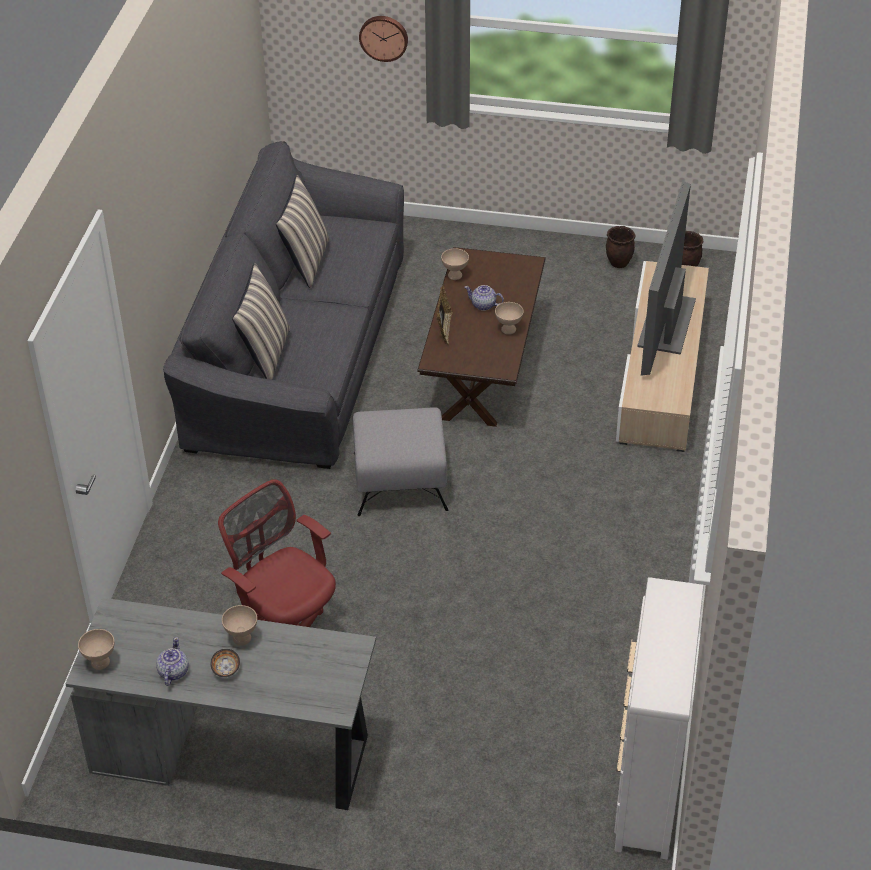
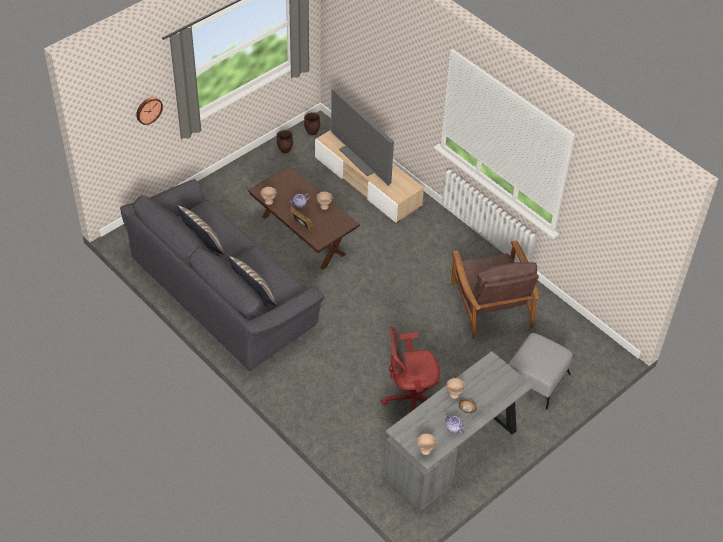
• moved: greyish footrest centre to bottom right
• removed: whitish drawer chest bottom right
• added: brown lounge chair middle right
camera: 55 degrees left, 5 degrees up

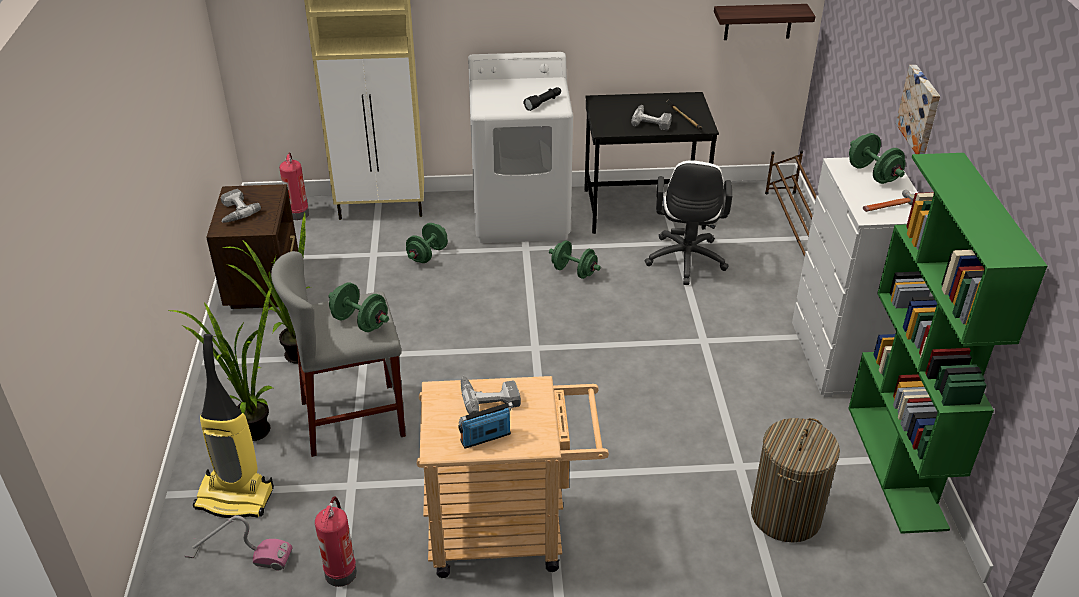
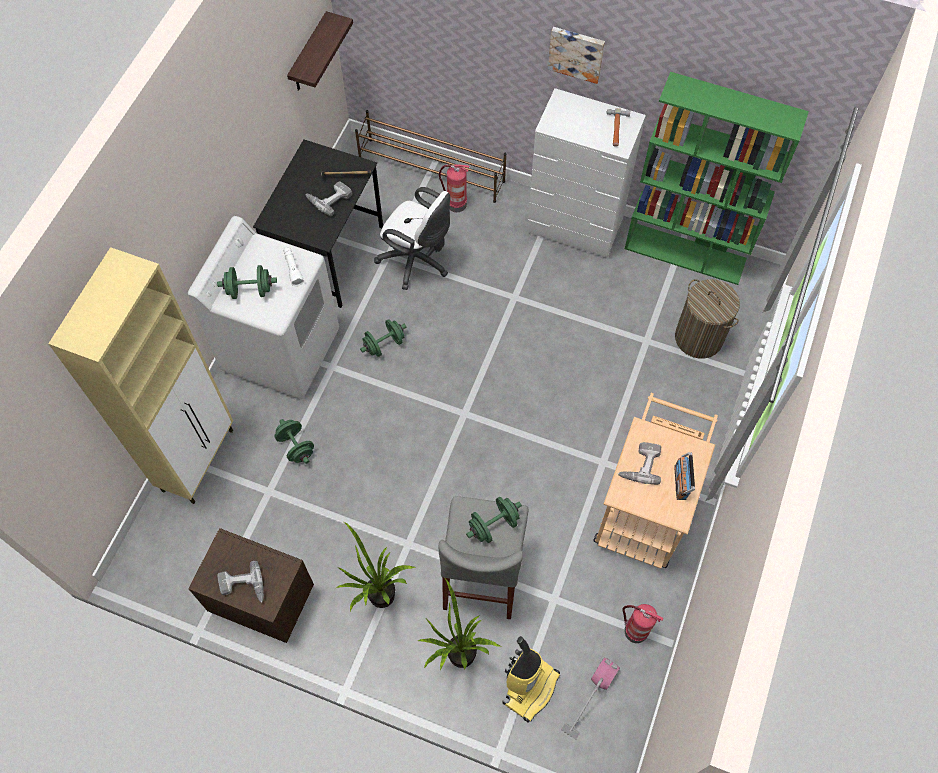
• moved: fire extinguisher (1st from left) top left to top centre
• recoloured: blackish hand torch top centre to whitish hand torch middle left
• moved: green-coloured free weight (4th from left in the first image) top right to green-coloured free weight (1st from left) middle left
camera: 65 degrees left, 25 degrees up

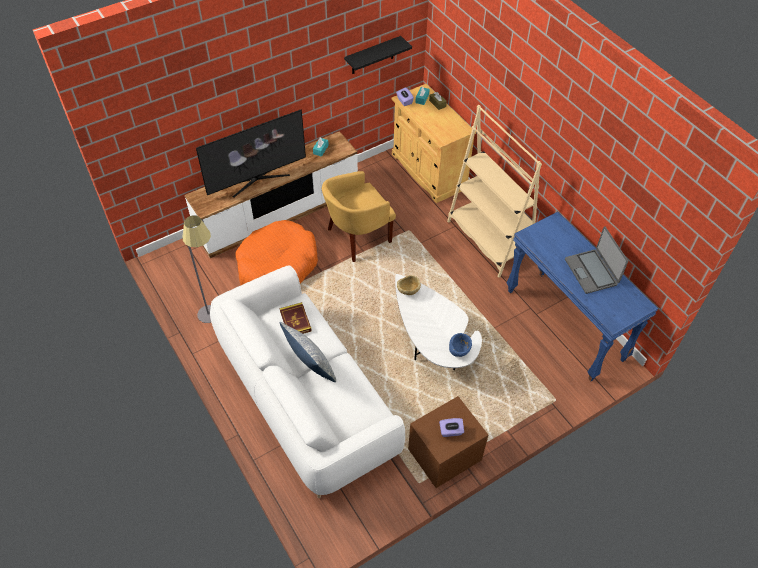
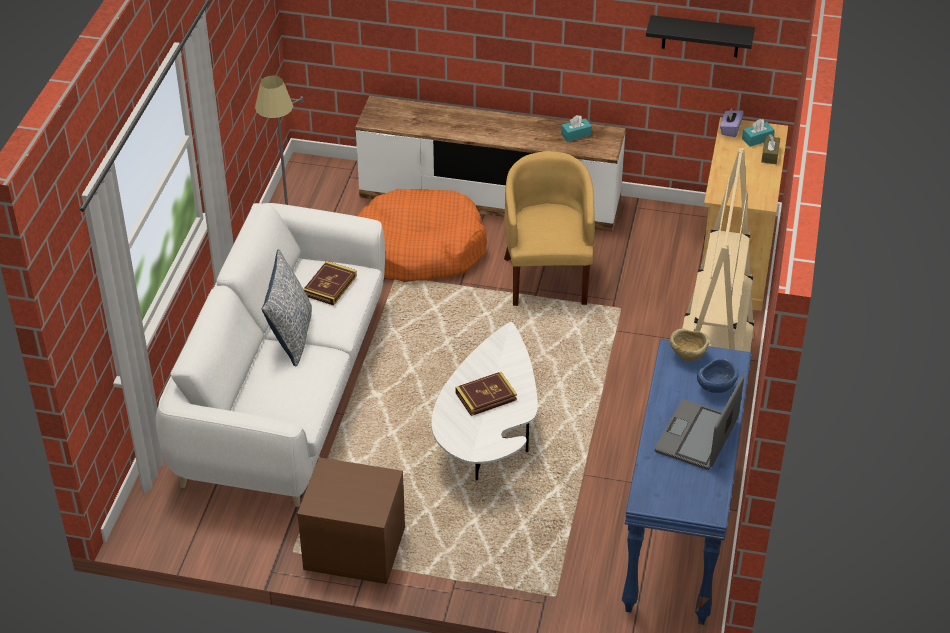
• removed: television top left
• turned: yellow-coloured lounge chair centre = centre 75 degrees clockwise
• moved: sand-coloured bowl centre to middle right
• removed: purple tissue holder (2nd from left) bottom centre
• moved: blue bowl centre to middle right
• added: bound book (2nd from left) centre
camera: 45 degrees right, 10 degrees down

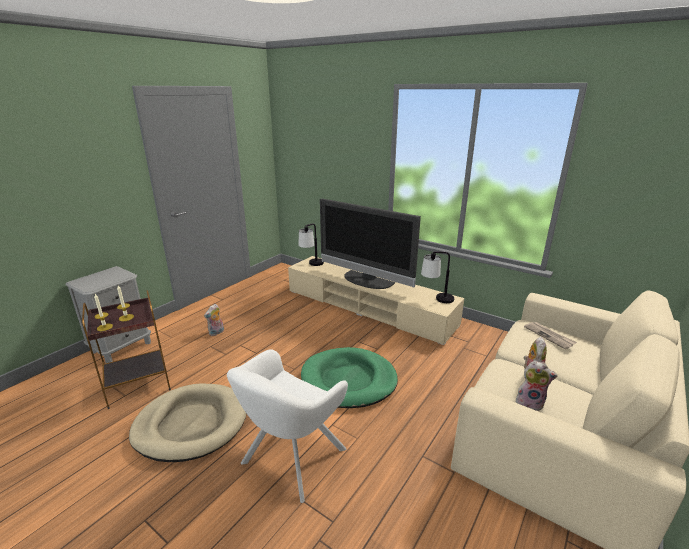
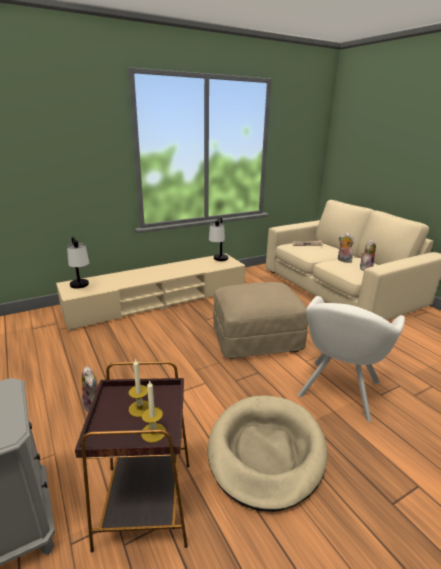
• turned: whitish lounge chair bottom centre = middle right 60 degrees clockwise
• replaced: green-coloured dog cushion bottom centre to sand-coloured footrest centre
• removed: television centre
camera: 65 degrees left, 0 degrees up

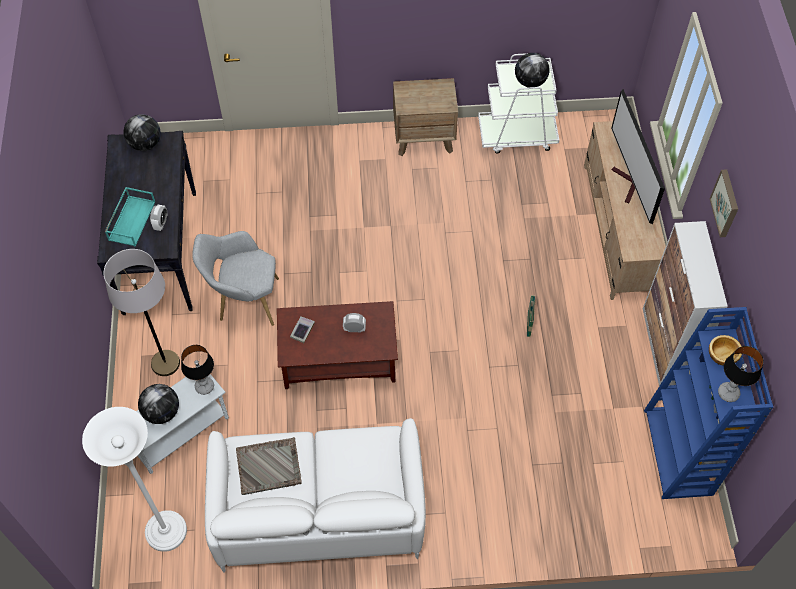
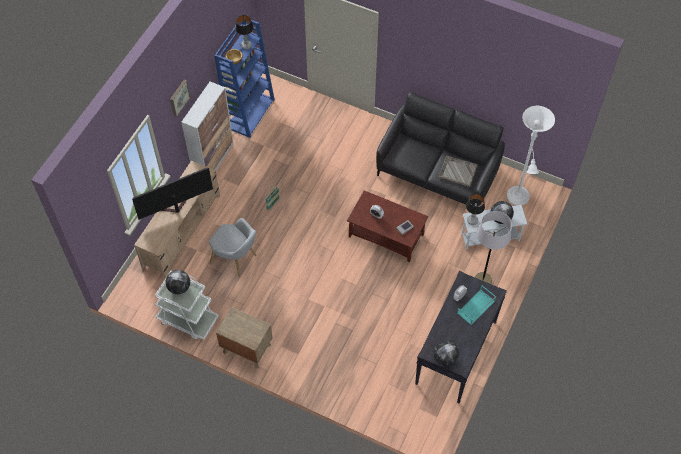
• moved: greyish lounge chair middle left to centre
• recoloured: whitish settee bottom centre to blackish settee top centre
• turned: television top right = middle left 135 degrees counterclockwise
camera: 150 degrees left, 0 degrees up

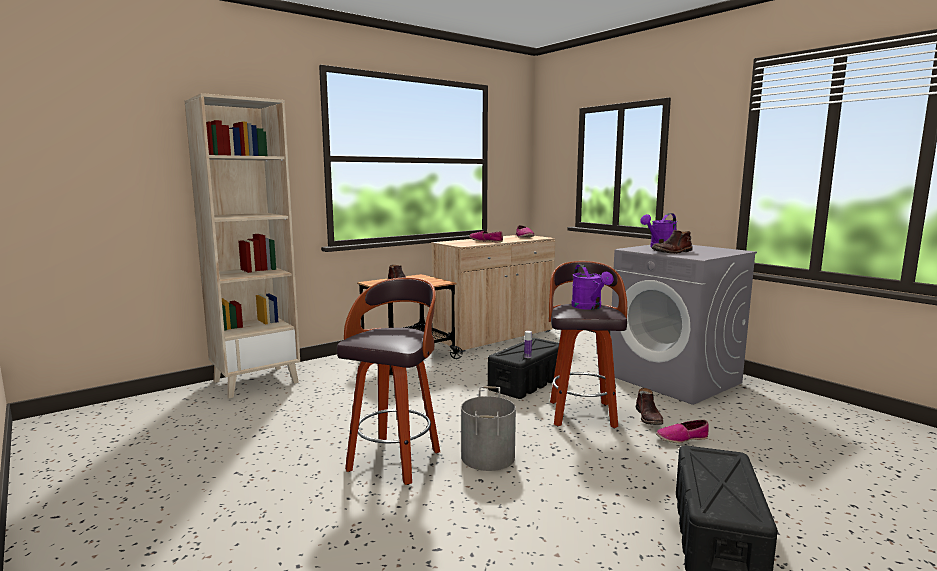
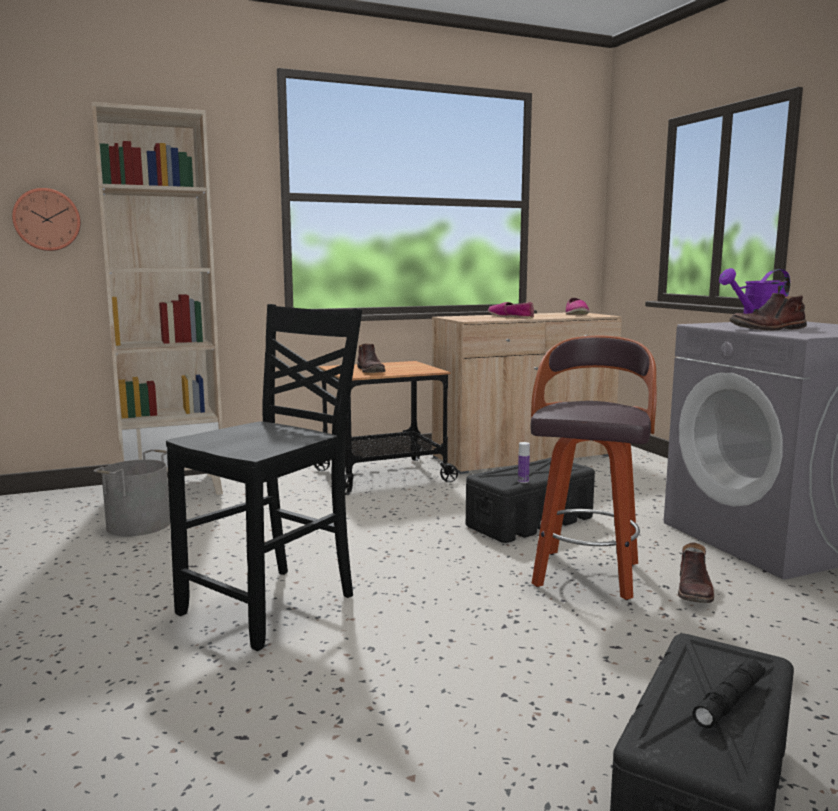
• replaced: stool (1st from left) bottom centre to blackish chair middle left
• moved: greyish bucket bottom centre to middle left
• removed: purple watering pot (1st from left) centre
• removed: shoe (3rd from left) bottom right
• added: wall clock top left
• added: blackish hand torch bottom right
camera: 15 degrees right, 0 degrees up

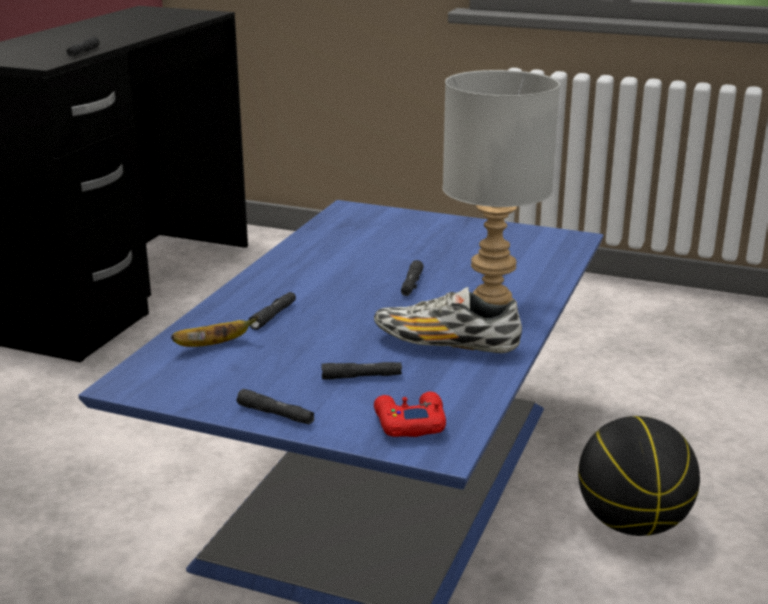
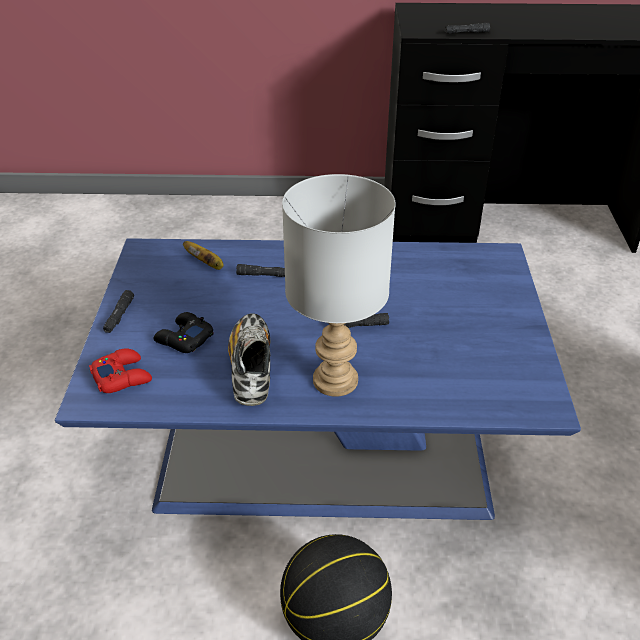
• replaced: blackish hand torch (4th from left) centre to blackish gamepad middle left
camera: 70 degrees right, 15 degrees up

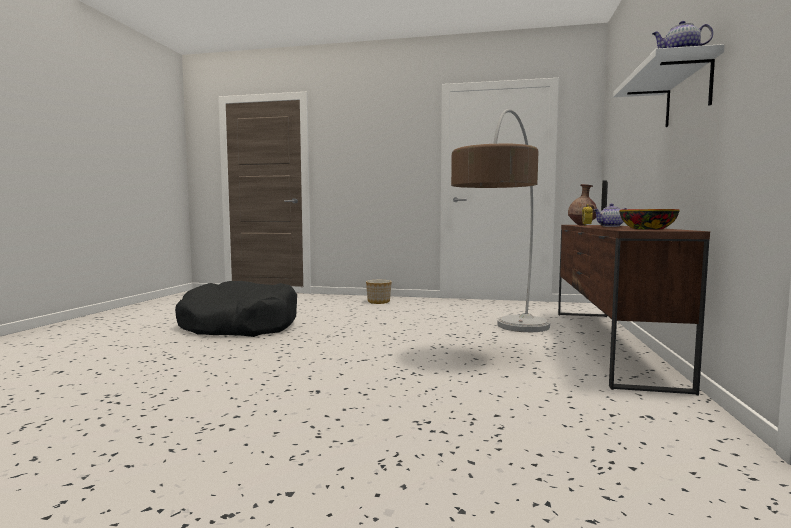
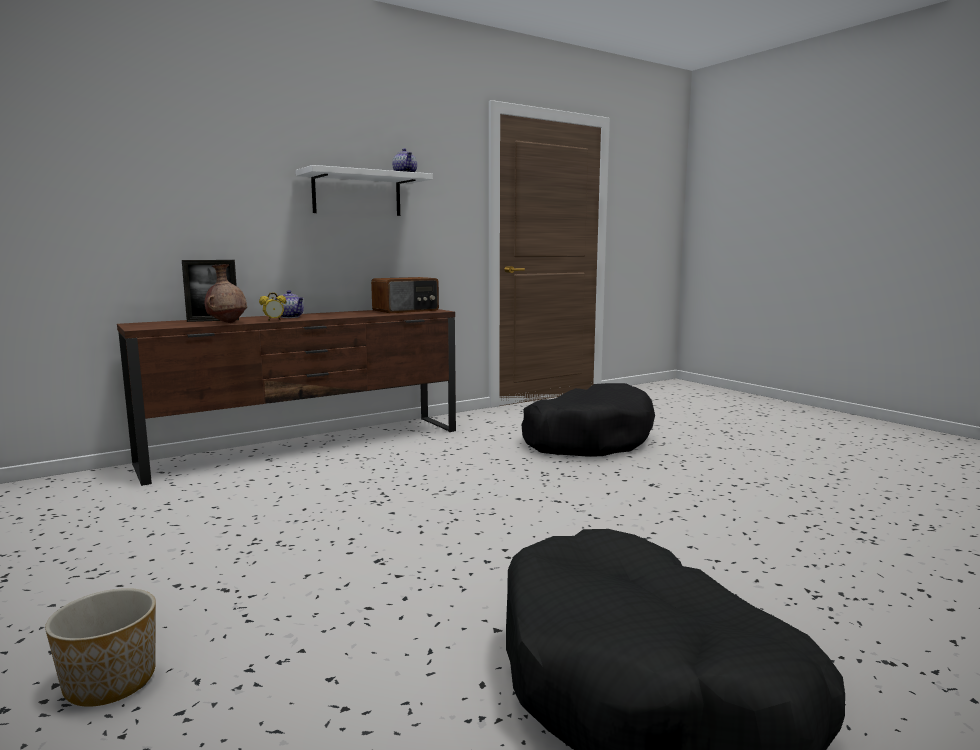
• removed: floor lamp centre
• replaced: bowl middle right to radio set centre
• added: blackish dog cushion (1st from left) centre
camera: 135 degrees left, 5 degrees up

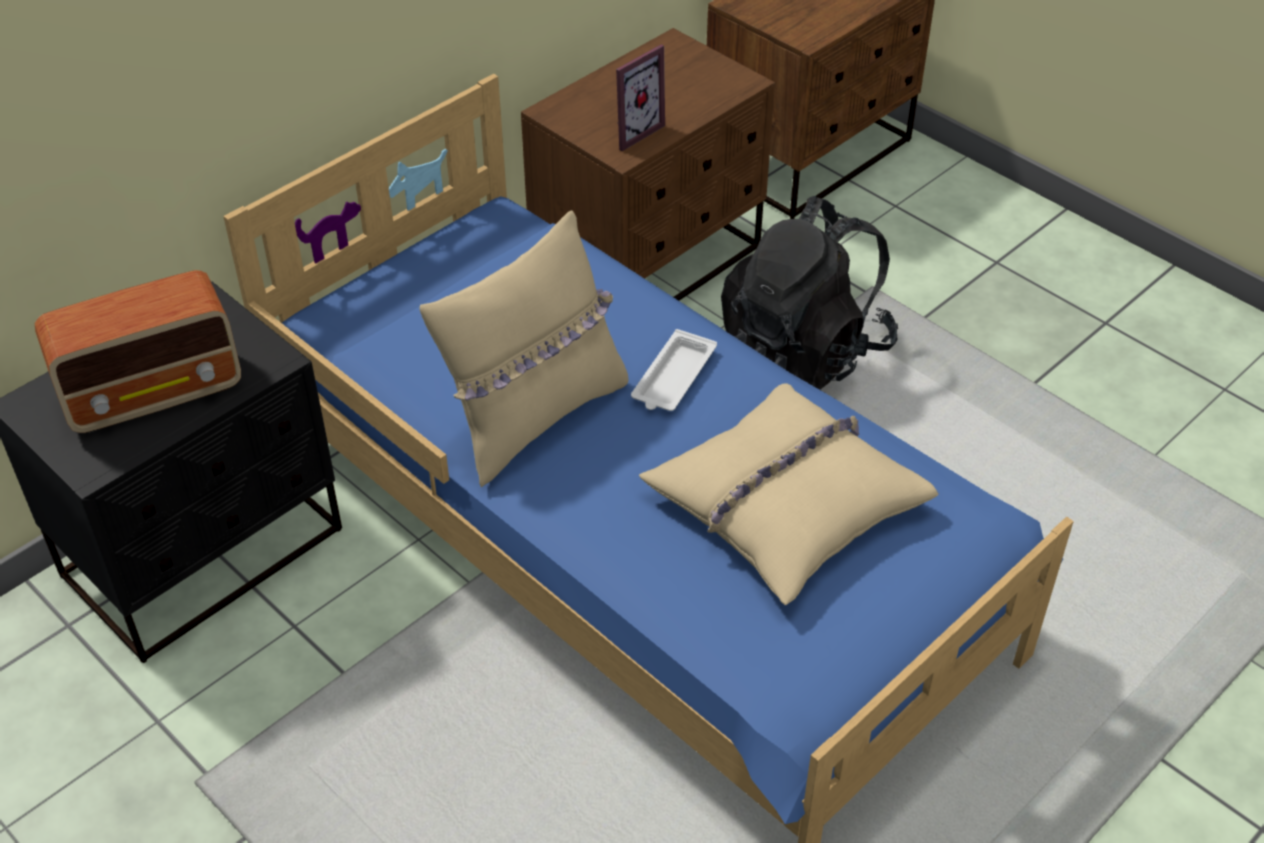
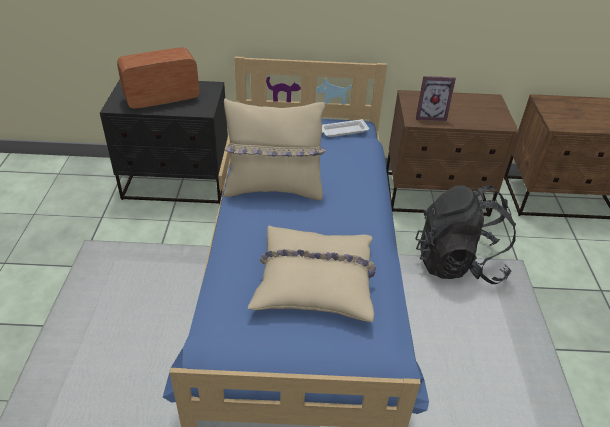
• turned: radio set middle left = top left 135 degrees clockwise
• moved: whitish tray centre to top centre
camera: 45 degrees right, 5 degrees down

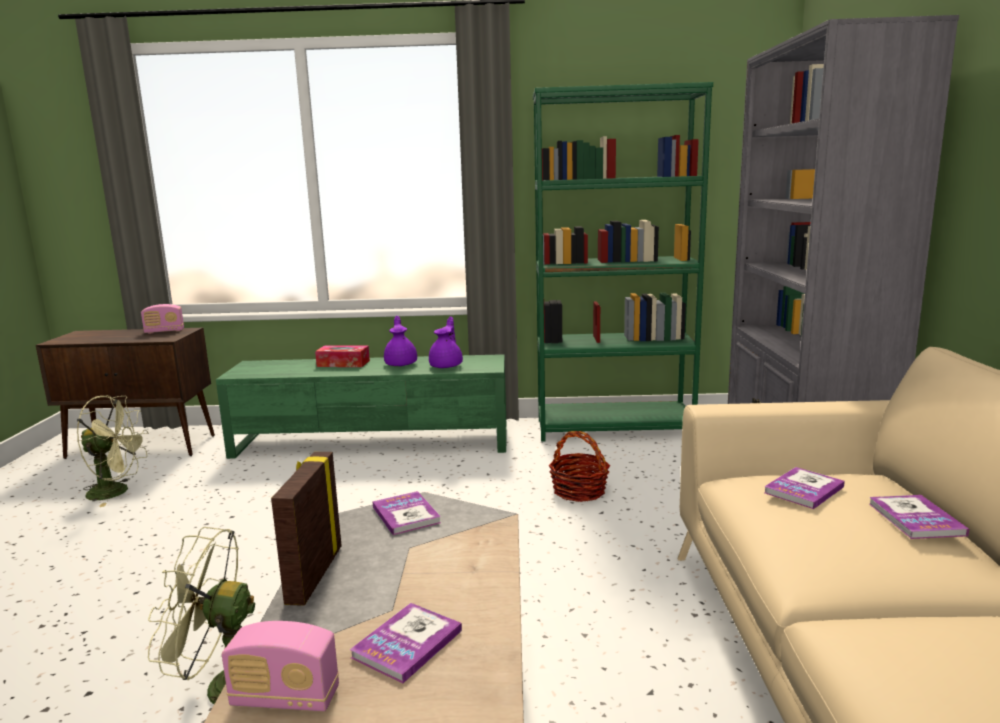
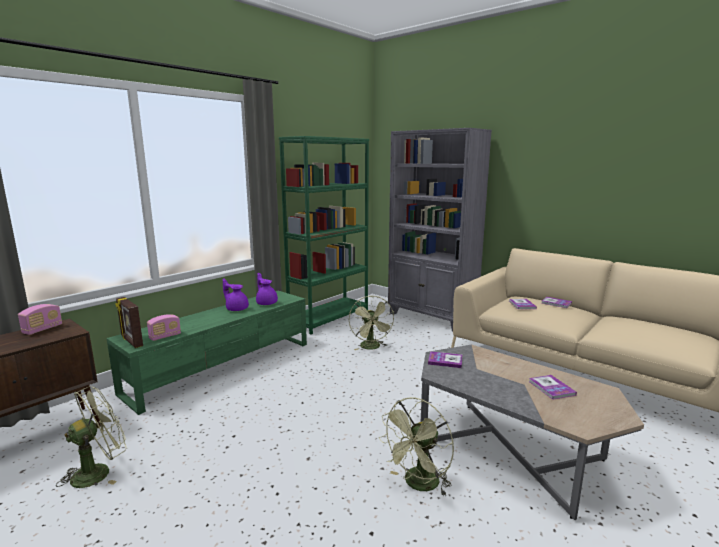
• moved: radio set (2nd from left) bottom left to middle left
• moved: photo frame bottom left to middle left
• removed: tissue holder centre
• replaced: basket centre to green-coloured fan (2nd from left) centre
camera: 50 degrees left, 0 degrees up

